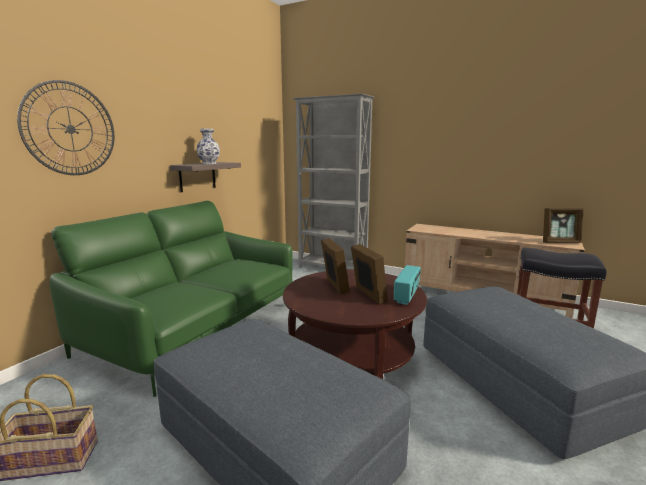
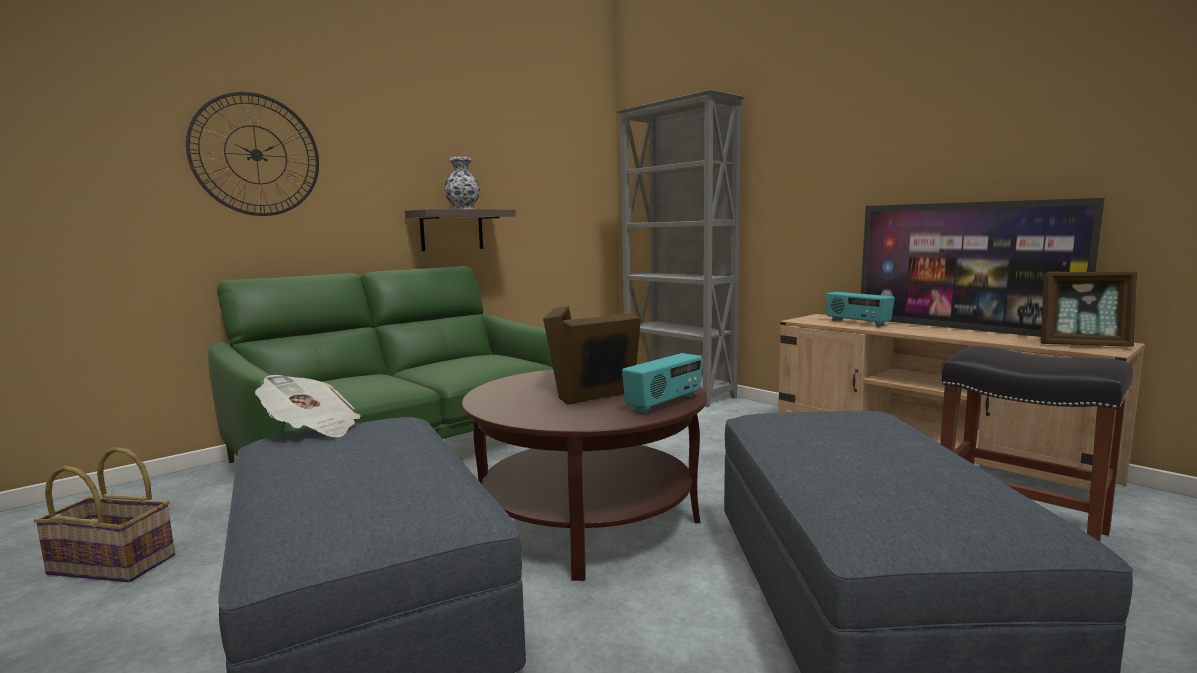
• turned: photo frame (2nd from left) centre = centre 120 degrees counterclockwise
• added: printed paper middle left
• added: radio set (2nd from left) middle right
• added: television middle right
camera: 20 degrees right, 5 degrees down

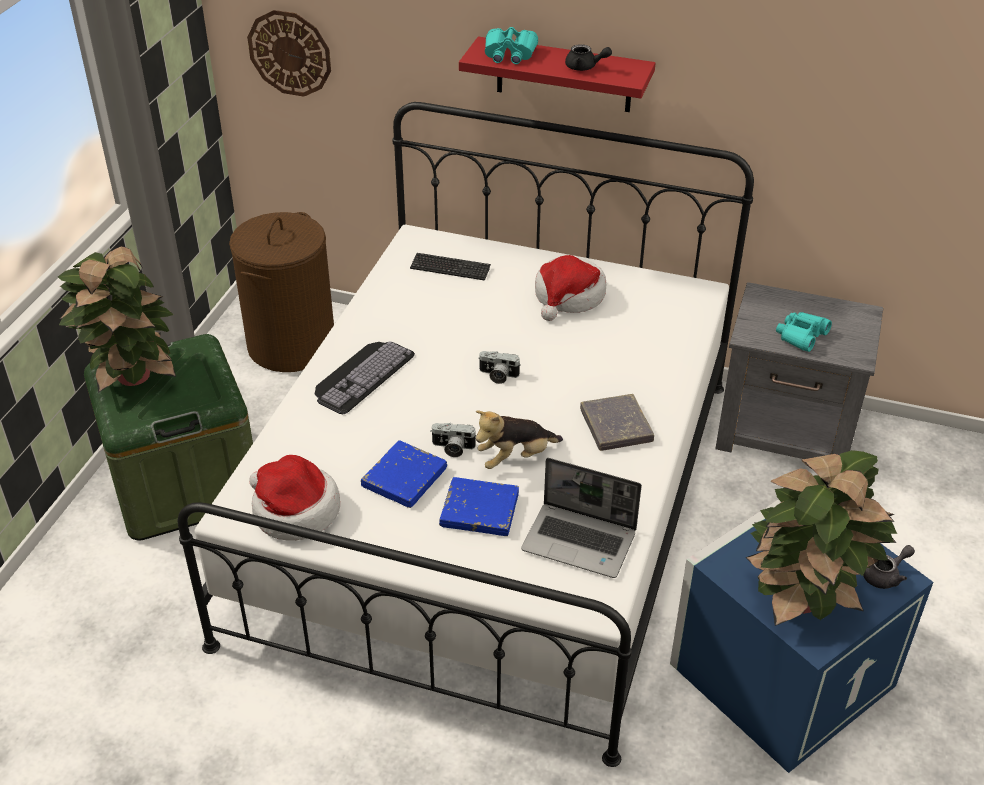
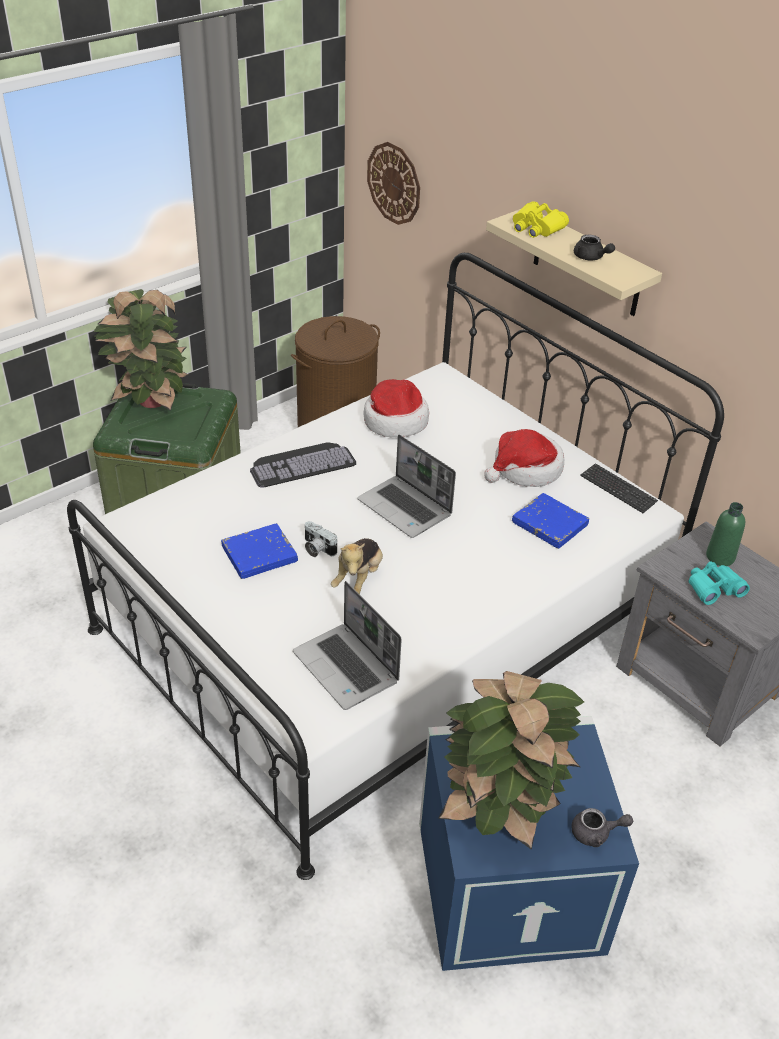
• moved: hat (1st from left) middle left to centre
• moved: PC keyboard (2nd from left) centre to middle right
• moved: blue bound book (2nd from left) centre to middle right
• recoloured: red shelf top centre to sand-coloured shelf top right
• turned: cuddly toy centre = centre 75 degrees counterclockwise
• replaced: still camera (2nd from left) centre to notebook computer (2nd from left) centre
• recoloured: turquoise pair of binoculars (1st from left) top centre to yellow-coloured pair of binoculars top right
• removed: greyish bound book centre
• added: green-coloured beverage bottle middle right
camera: 30 degrees right, 0 degrees up

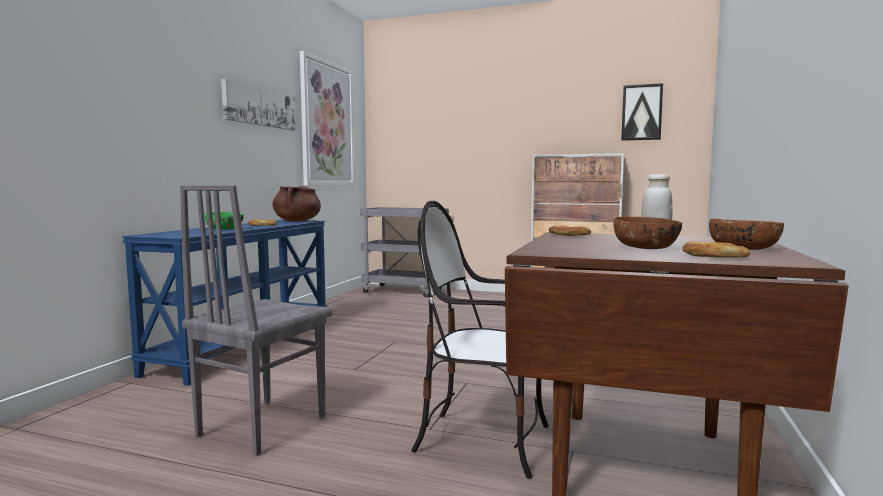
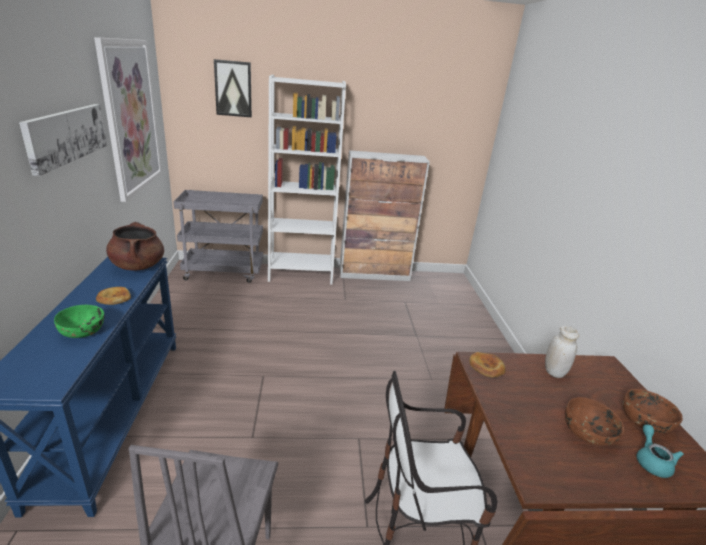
• moved: wall picture (3rd from left) top right to top left
• replaced: bread (3rd from left) middle right to turquoise teapot bottom right
• added: whitish bookcase top centre
camera: 25 degrees left, 20 degrees up

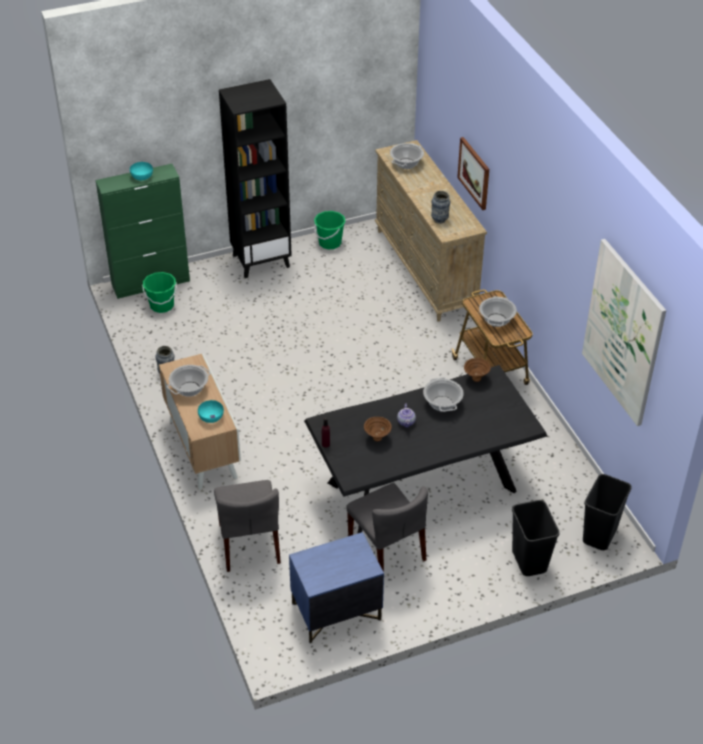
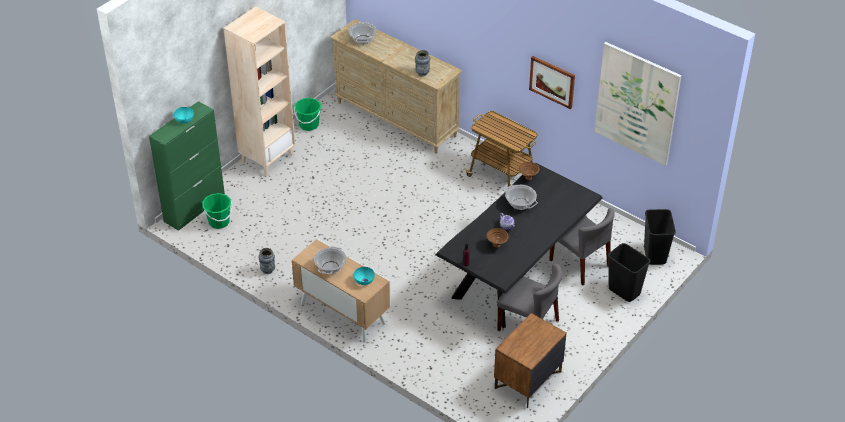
• moved: greyish chair (1st from left in the first image) bottom centre to greyish chair (2nd from left) middle right
• recoloured: blackish bookcase top centre to sand-coloured bookcase top left
• recoloured: blue bedside table bottom centre to brown bedside table bottom centre
• moved: wall picture (1st from left) top right to top centre
• removed: stockpot (4th from left) middle right
camera: 30 degrees left, 0 degrees up

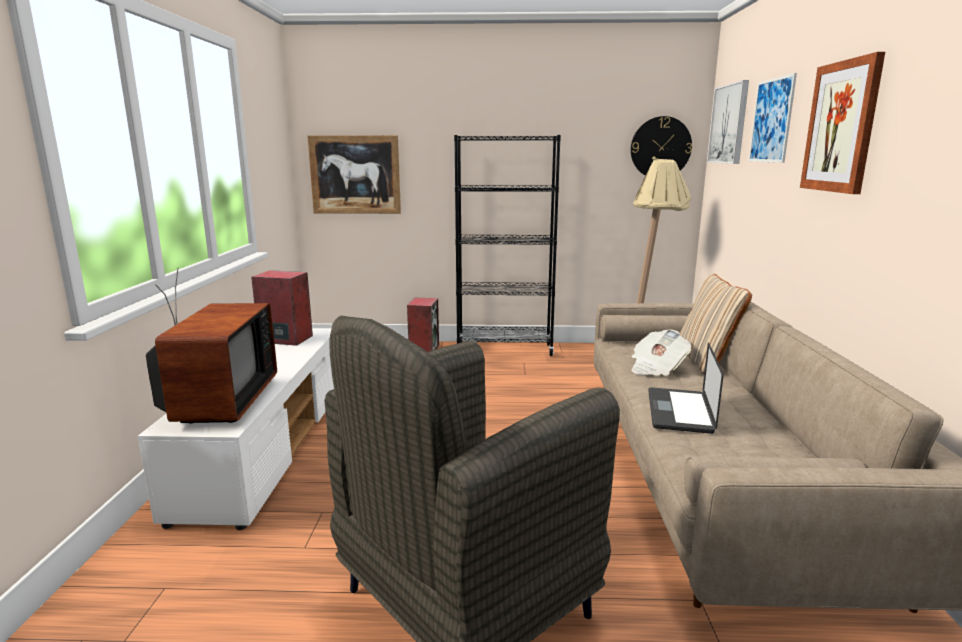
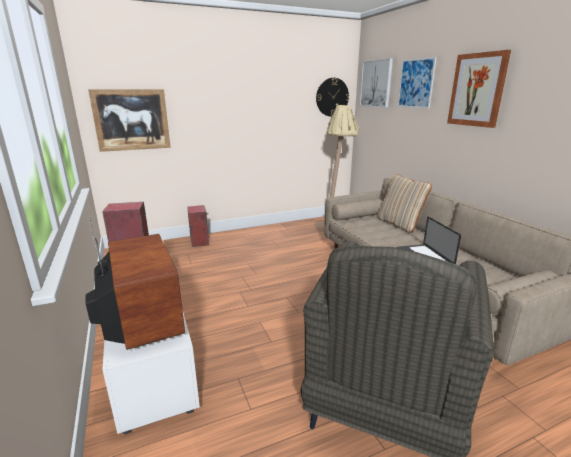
• removed: blackish bookcase centre
• removed: printed paper middle right
camera: 25 degrees left, 5 degrees up

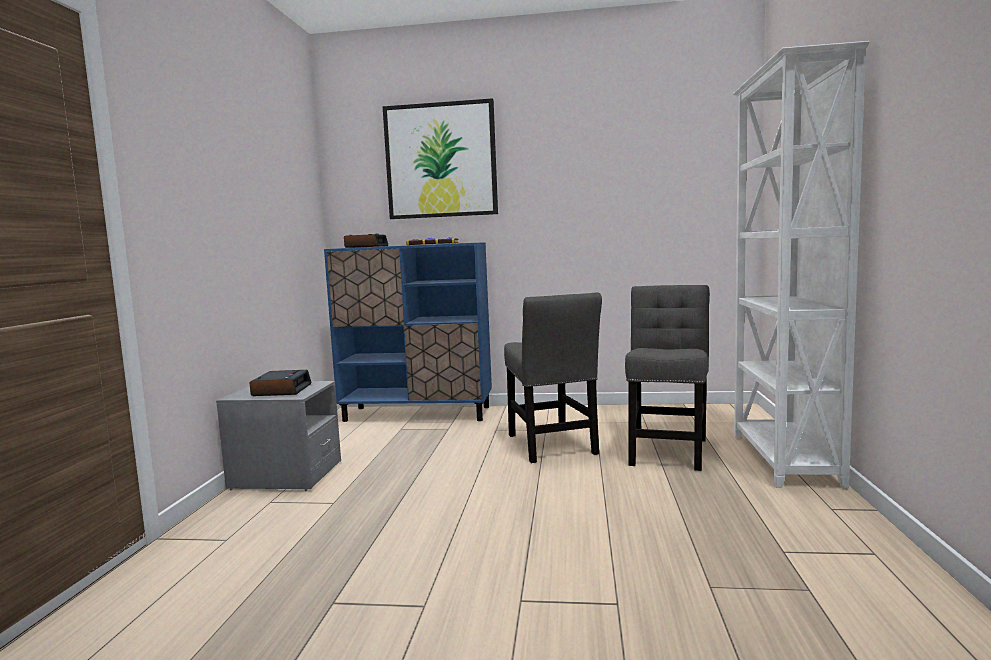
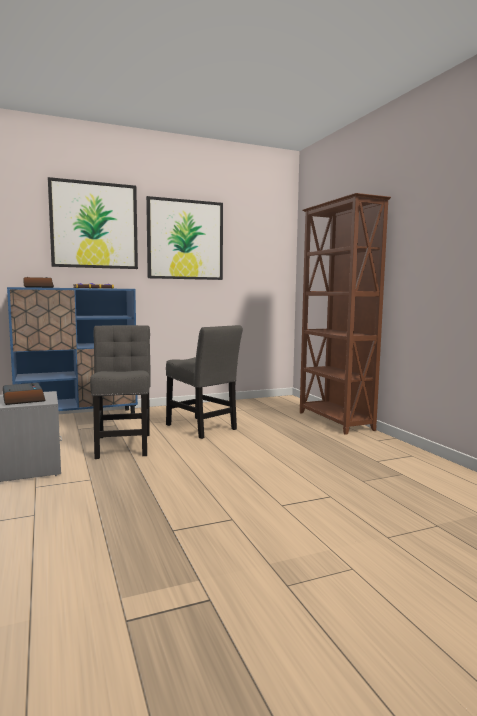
• moved: greyish chair (2nd from left in the first image) middle right to greyish chair (1st from left) middle left
• recoloured: whitish bookcase middle right to brown bookcase middle right
• added: wall picture (2nd from left) top centre
camera: 30 degrees left, 0 degrees up

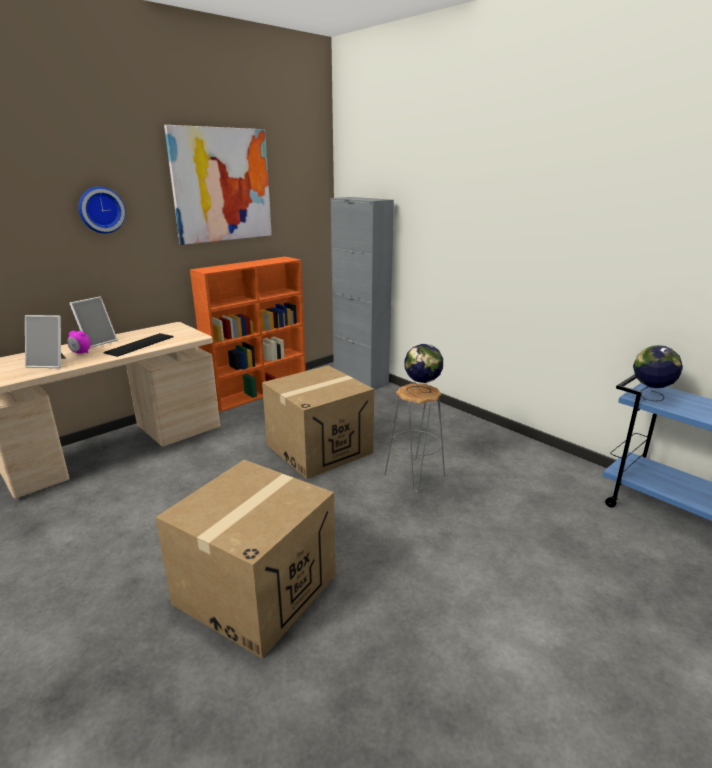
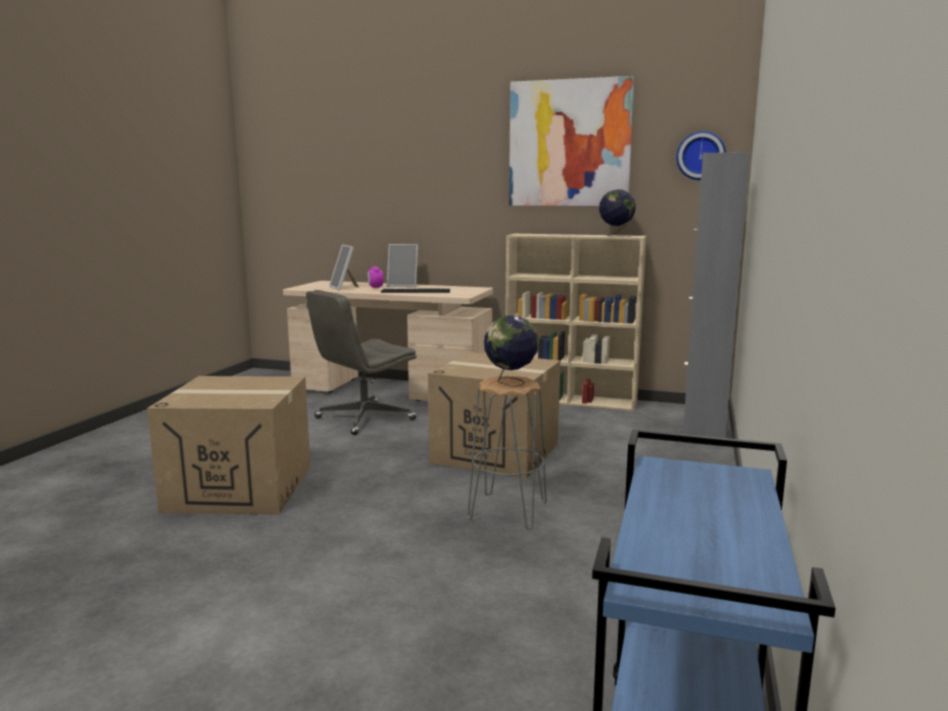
• moved: wall clock top left to top right
• recoloured: orangey bookcase centre to sand-coloured bookcase centre
• moved: globe (2nd from left) middle right to top centre
• added: greyish computer chair centre
camera: 60 degrees right, 10 degrees down

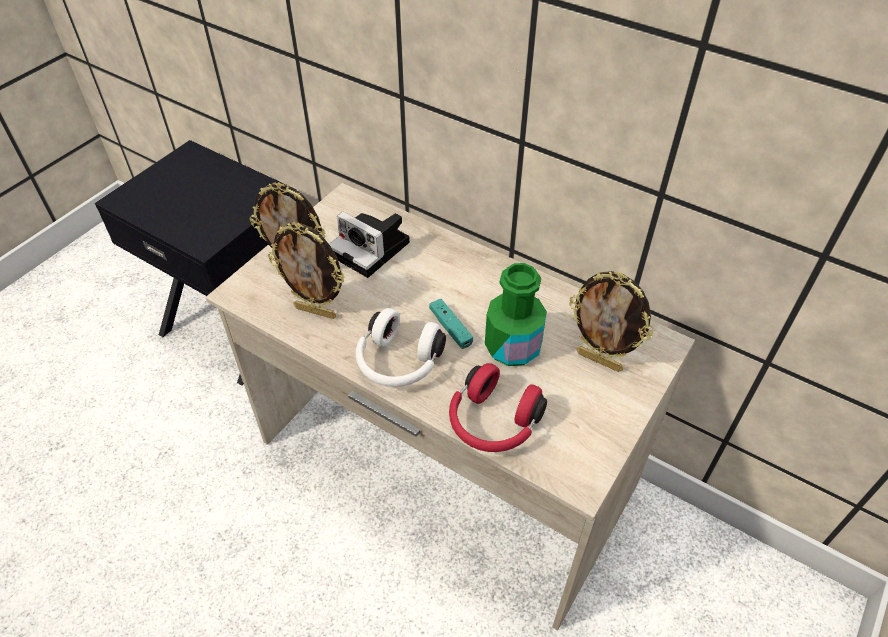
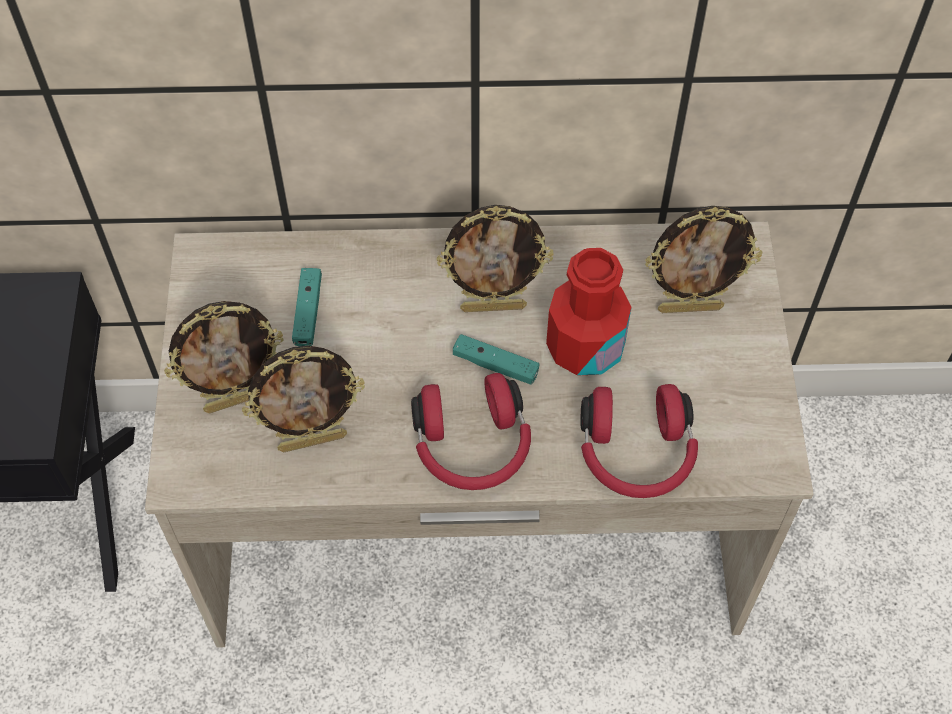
• replaced: still camera centre to turquoise gamepad (1st from left) middle left
• recoloured: whitish headset centre to red headset (1st from left) centre
• recoloured: green-coloured beverage bottle centre to red beverage bottle centre
• added: photo frame (3rd from left) centre
camera: 35 degrees left, 10 degrees up

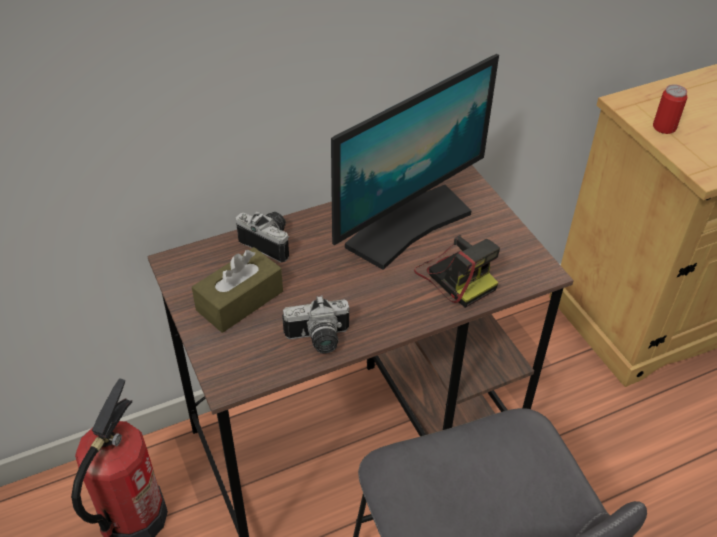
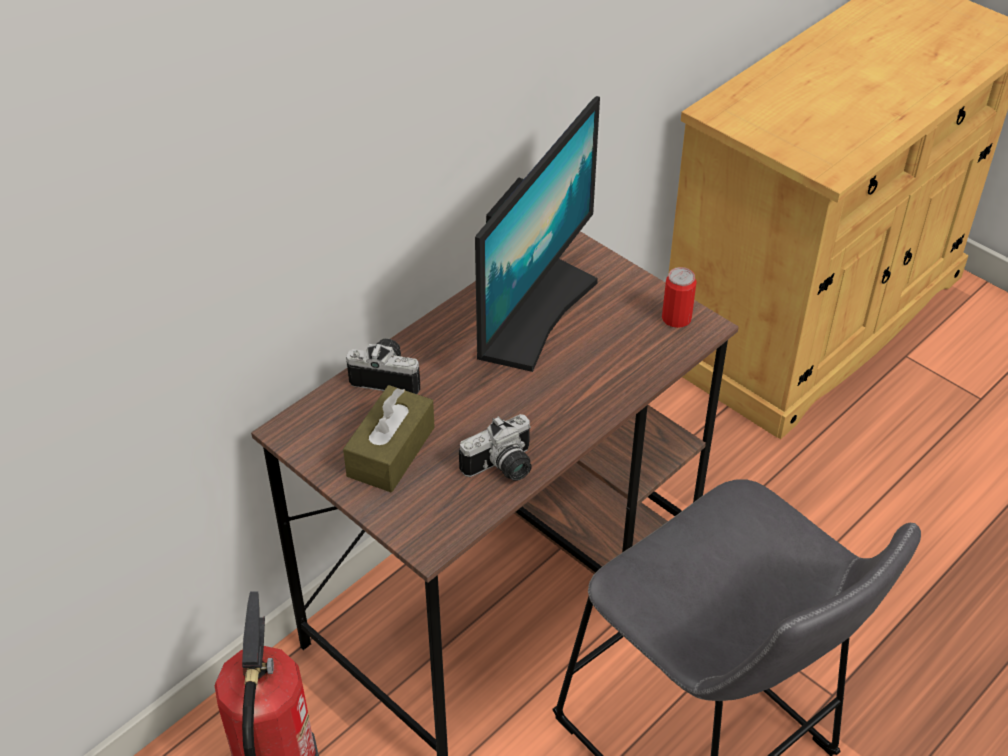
• removed: still camera (3rd from left) centre
• moved: can top right to middle right
camera: 20 degrees left, 0 degrees up

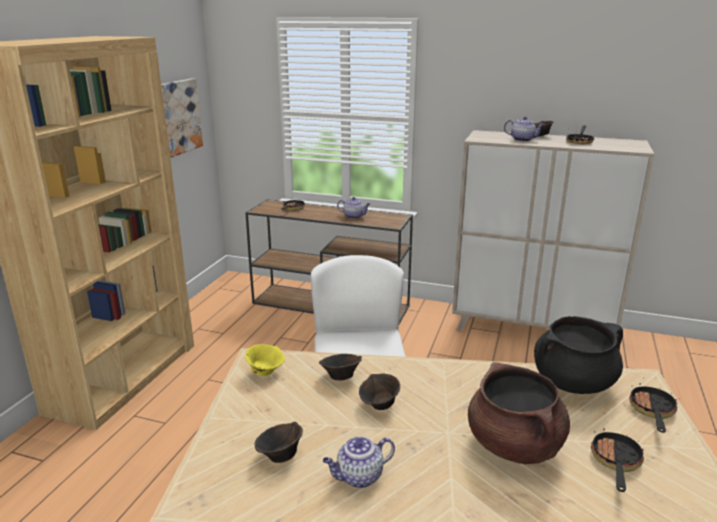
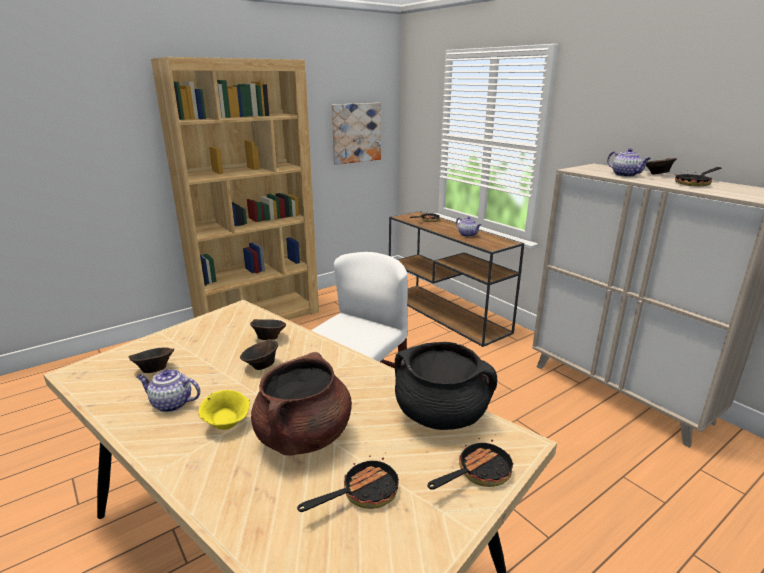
• moved: yellow-coloured bowl bottom centre to bottom left
camera: 35 degrees right, 0 degrees up

